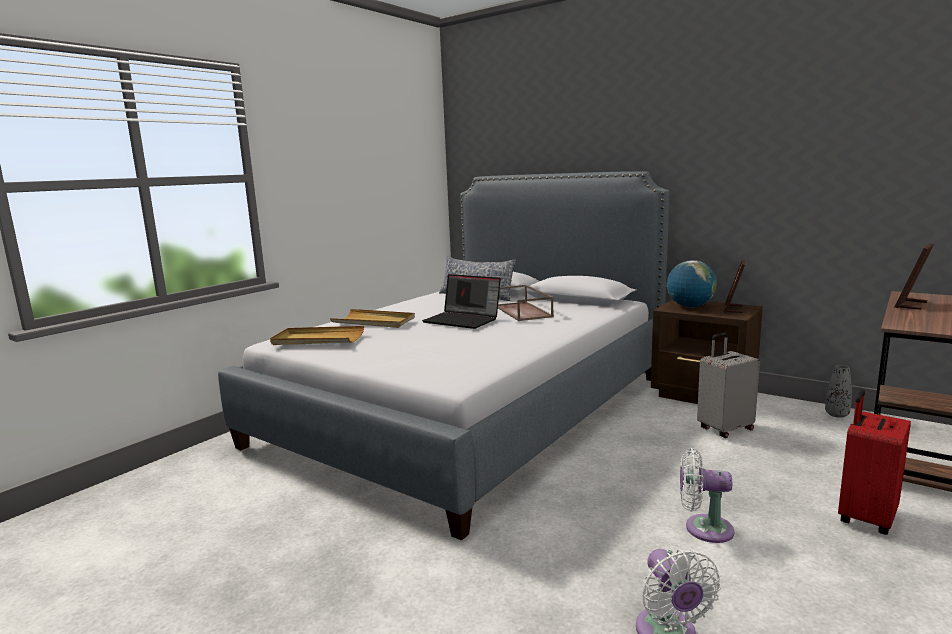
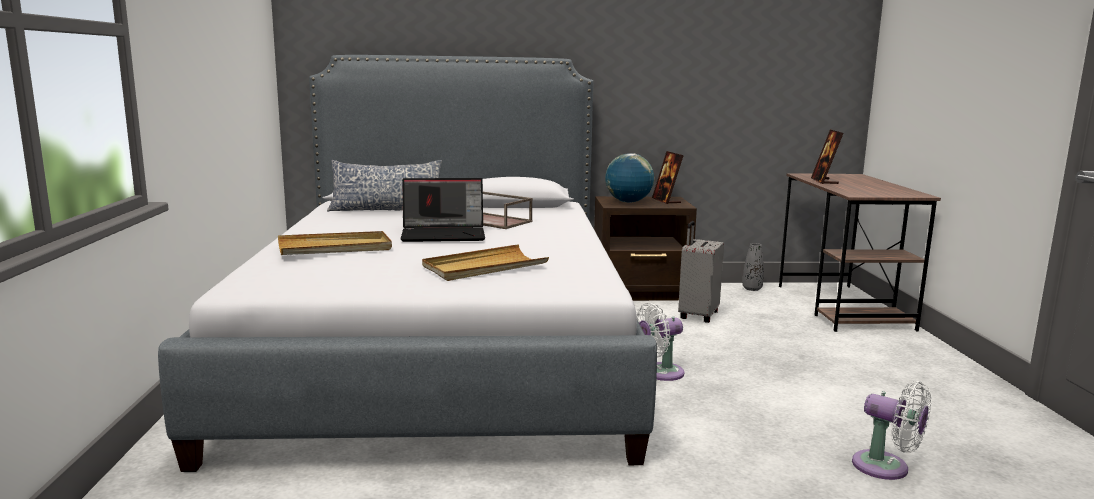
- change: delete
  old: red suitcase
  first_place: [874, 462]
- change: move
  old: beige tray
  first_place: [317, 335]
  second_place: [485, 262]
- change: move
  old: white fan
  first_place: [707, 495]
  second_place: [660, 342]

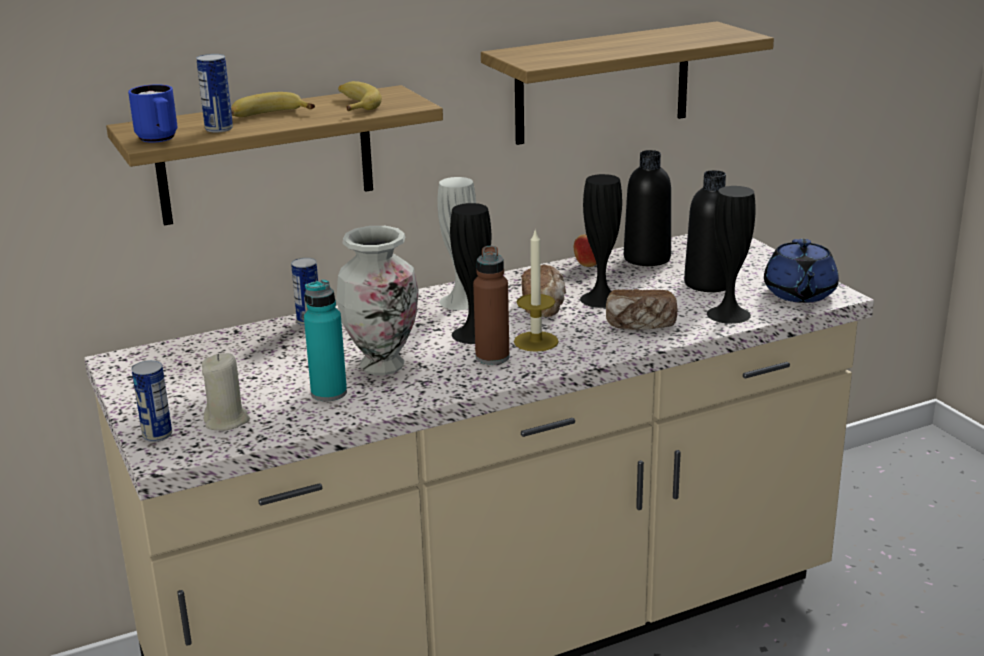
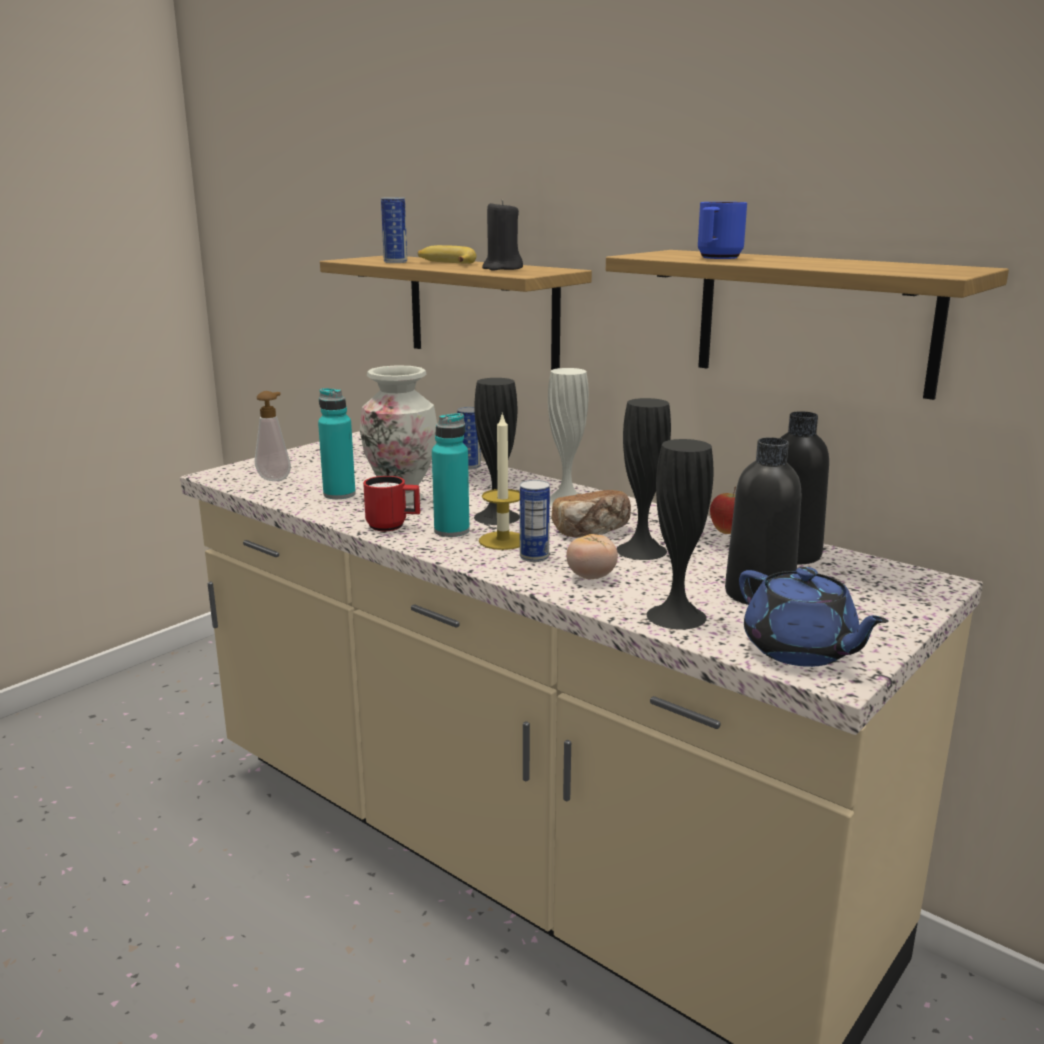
- change: insert
  new: red mug
  second_place: [391, 503]
- change: move
  old: blue mug
  first_place: [152, 113]
  second_place: [722, 230]
- change: move
  old: can
  first_place: [152, 401]
  second_place: [535, 521]
- change: replace
  old: beige candle
  new: soap dispenser
  first_place: [226, 391]
  second_place: [273, 436]
- change: replace
  old: banana
  new: black candle
  first_place: [360, 96]
  second_place: [502, 235]
- change: replace
  old: bread
  new: tomato
  first_place: [642, 309]
  second_place: [592, 556]
- change: recolor
  old: brown bottle
  new: turquoise bottle
  first_place: [491, 305]
  second_place: [451, 475]
- change: rotate
  old: blue teapot
  first_place: [801, 271]
  second_place: [814, 617]
  degrees: -105

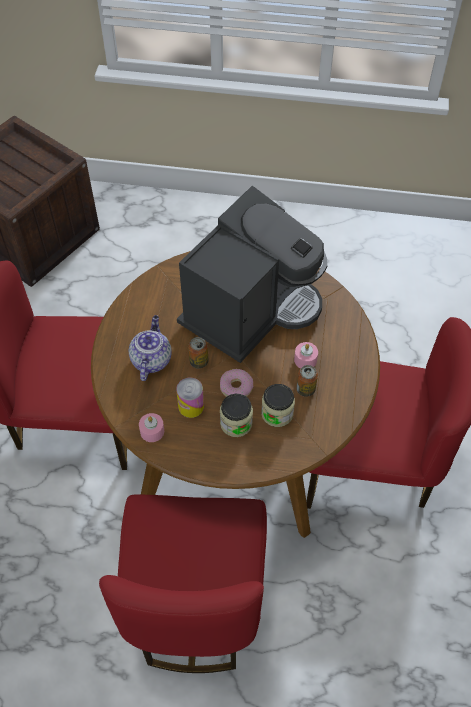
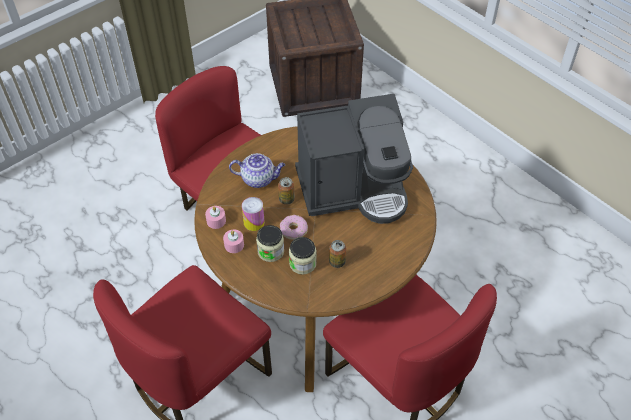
- change: move
  old: pink candle
  first_place: [306, 355]
  second_place: [233, 241]
- change: rotate
  old: teapot
  first_place: [150, 348]
  second_place: [257, 170]
  degrees: 45

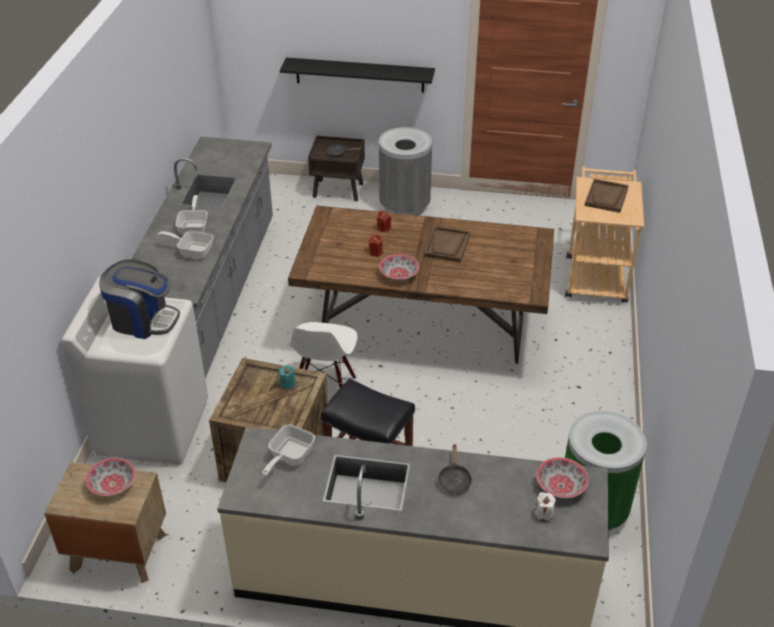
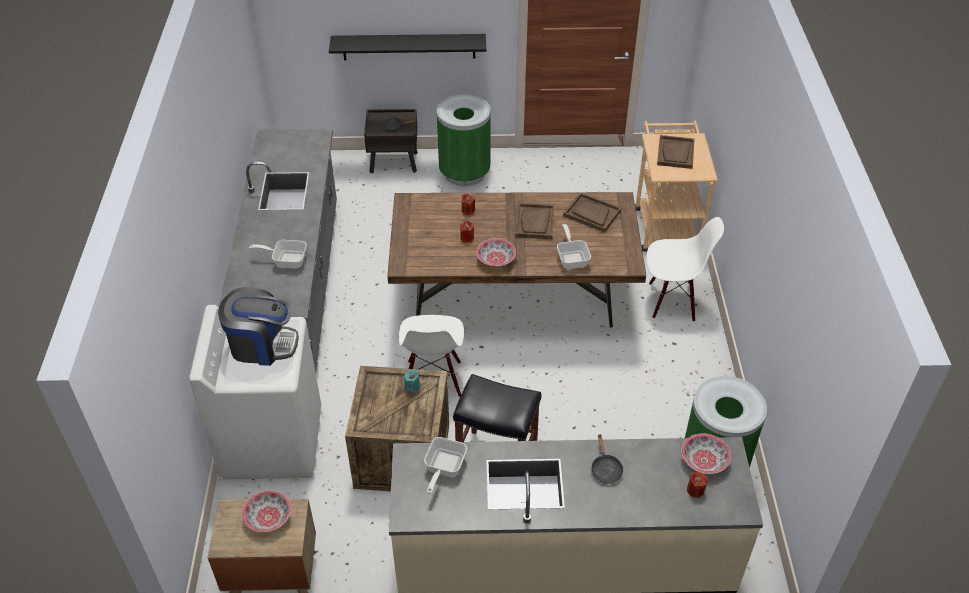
- change: insert
  new: brown tray
  second_place: [592, 212]
- change: insert
  new: white chair
  second_place: [685, 269]
- change: move
  old: frying pan
  first_place: [191, 215]
  second_place: [574, 246]
- change: recolor
  old: grey trash can
  new: green trash can
  first_place: [405, 171]
  second_place: [464, 140]
- change: recolor
  old: white candle
  new: red candle
  first_place: [545, 506]
  second_place: [697, 485]

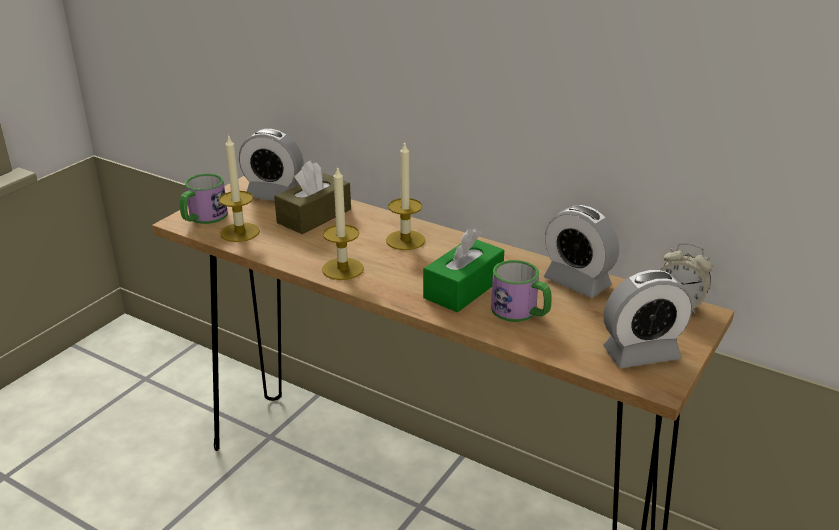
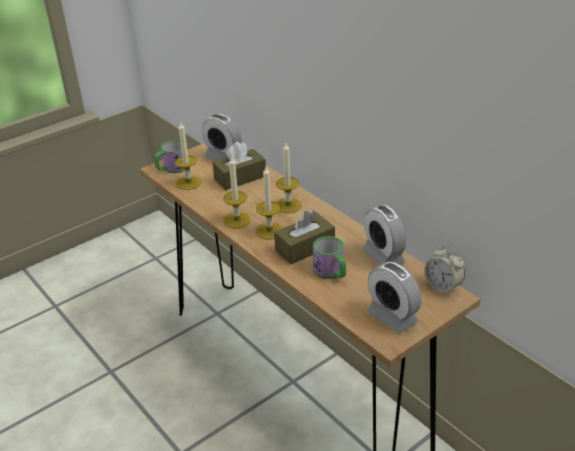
- change: insert
  new: candle
  second_place: [269, 203]
- change: recolor
  old: green tissue box
  new: brown tissue box
  first_place: [463, 270]
  second_place: [304, 237]
- change: rotate
  old: alarm clock
  first_place: [648, 319]
  second_place: [394, 298]
  degrees: 45

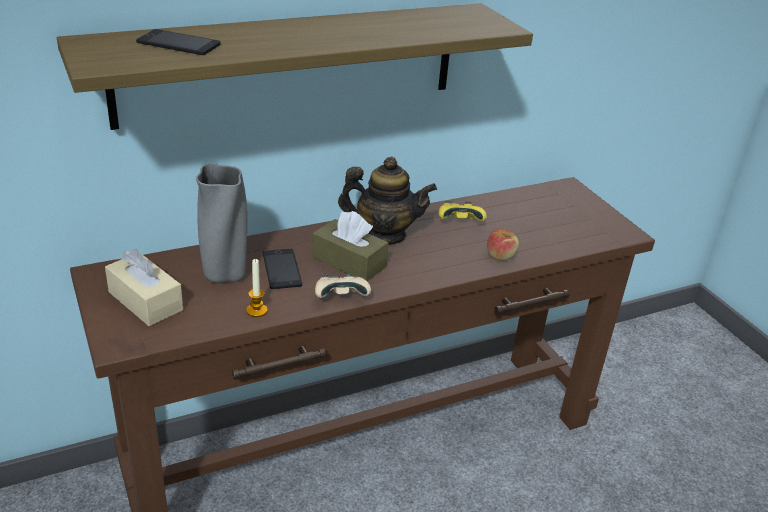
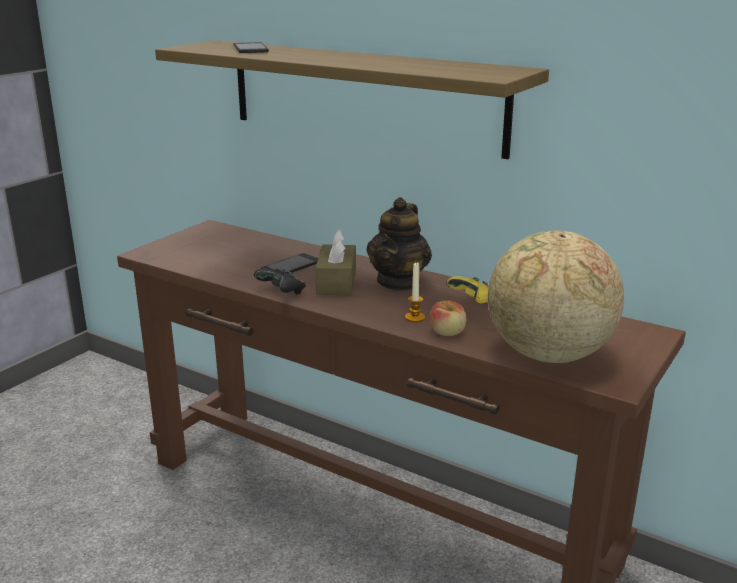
- change: delete
  old: beige tissue box
  first_place: [144, 287]
- change: delete
  old: grey vase
  first_place: [221, 223]
- change: insert
  new: globe
  second_place: [556, 297]
- change: move
  old: candle
  first_place: [257, 288]
  second_place: [415, 292]
- change: recolor
  old: beige game controller
  new: black game controller
  first_place: [343, 285]
  second_place: [280, 281]
- change: rotate
  old: teapot
  first_place: [387, 200]
  second_place: [399, 244]
  degrees: 45

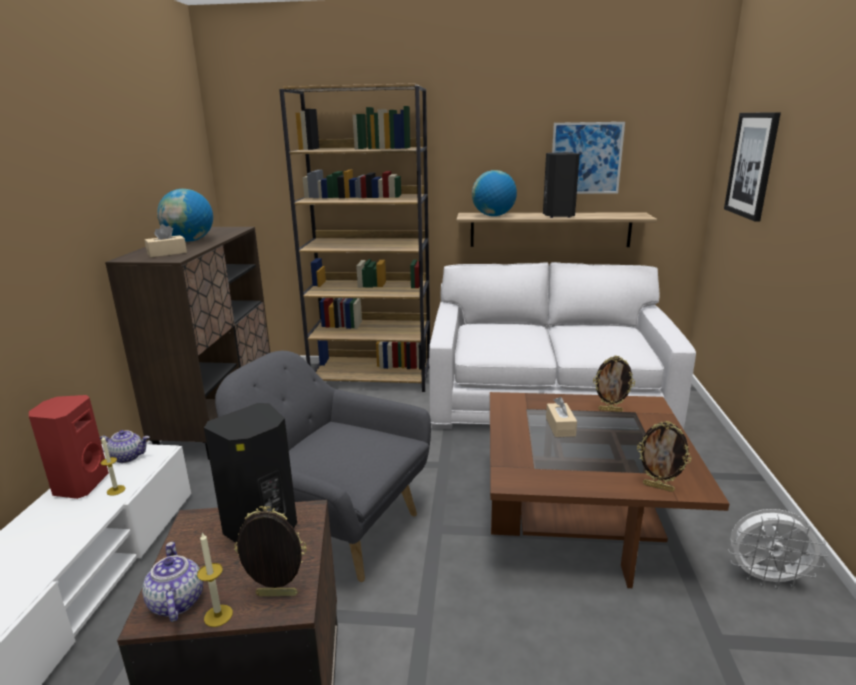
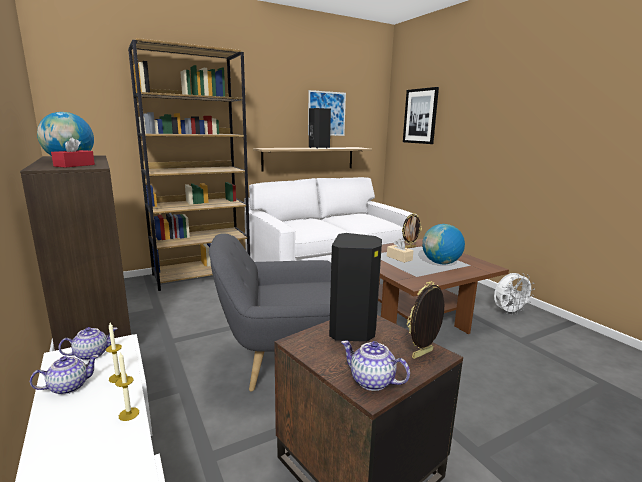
- change: delete
  old: picture frame
  first_place: [664, 456]
- change: move
  old: candle
  first_place: [215, 579]
  second_place: [127, 386]
- change: move
  old: globe
  first_place: [494, 193]
  second_place: [443, 244]
- change: replace
  old: red speaker
  new: teapot
  first_place: [69, 447]
  second_place: [64, 375]
- change: recolor
  old: beige tissue box
  new: red tissue box
  first_place: [166, 240]
  second_place: [73, 152]

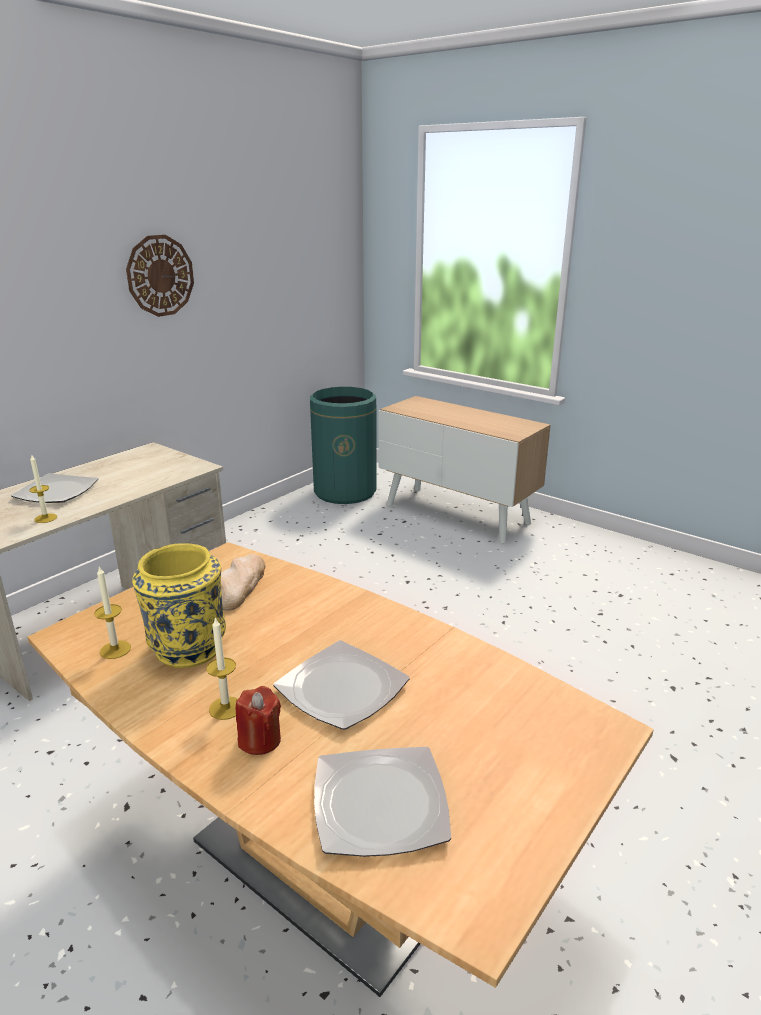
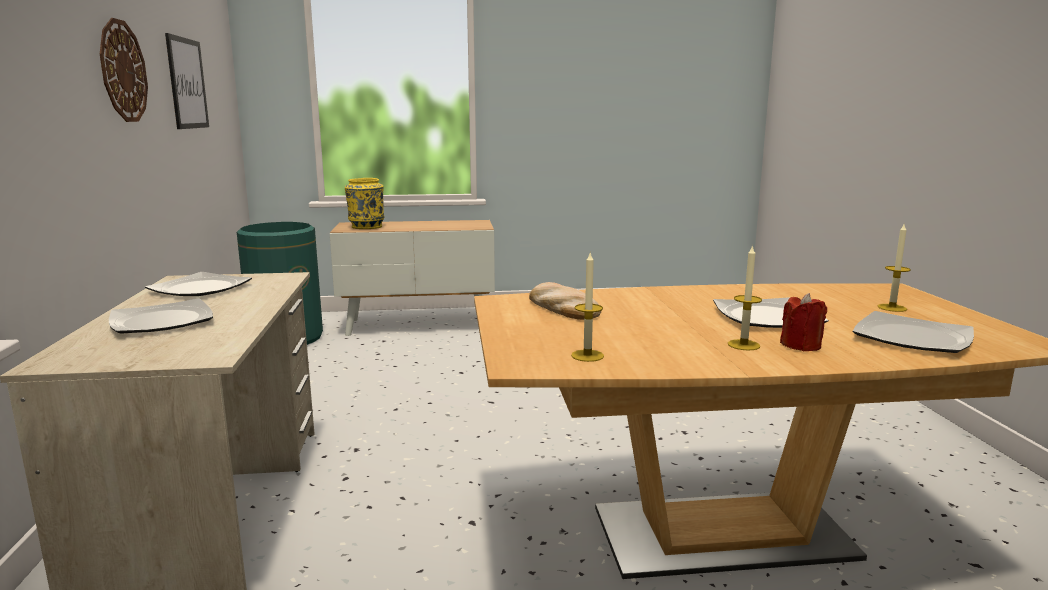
- change: insert
  new: plate
  second_place: [198, 284]
- change: insert
  new: picture
  second_place: [187, 81]
- change: move
  old: candle
  first_place: [43, 489]
  second_place: [894, 268]
- change: move
  old: yellow vase
  first_place: [179, 606]
  second_place: [364, 203]

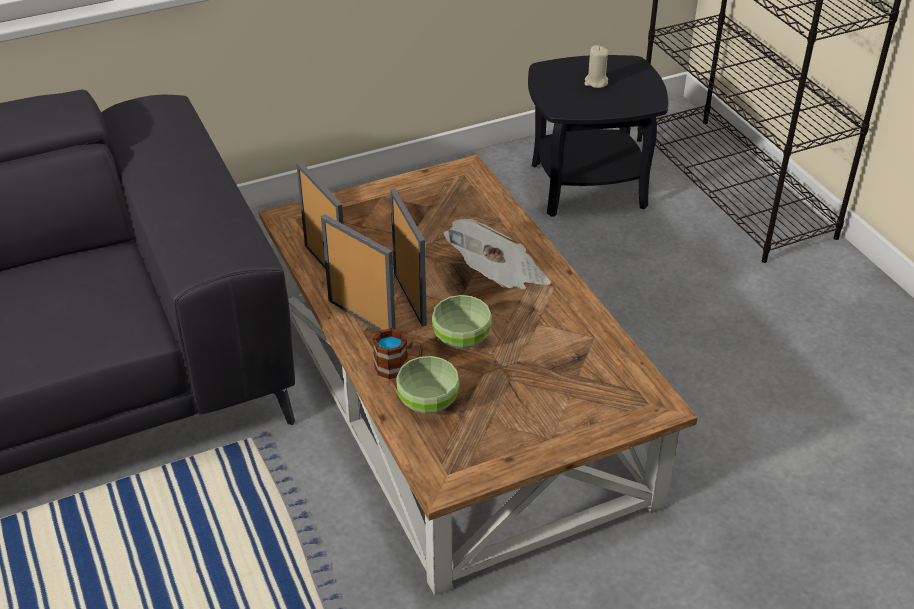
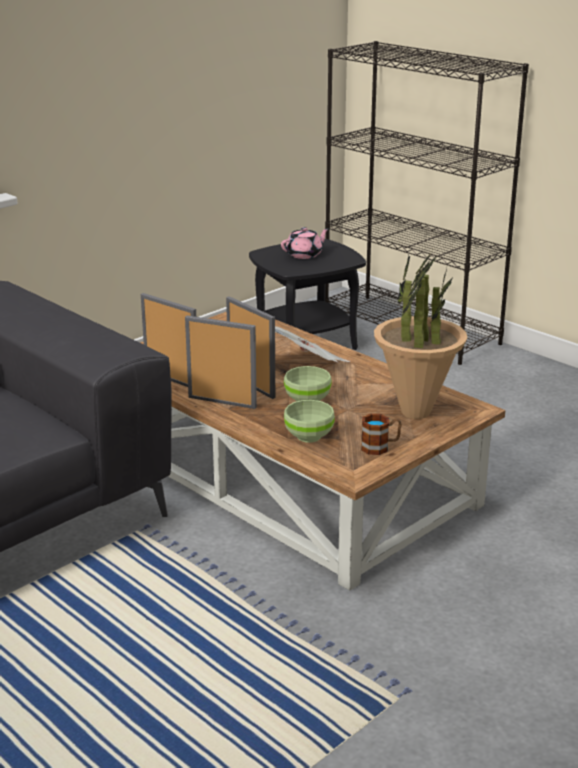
- change: insert
  new: potted plant
  second_place: [420, 334]
- change: move
  old: mug
  first_place: [398, 353]
  second_place: [381, 434]
- change: replace
  old: beige candle
  new: pink teapot
  first_place: [596, 66]
  second_place: [305, 243]

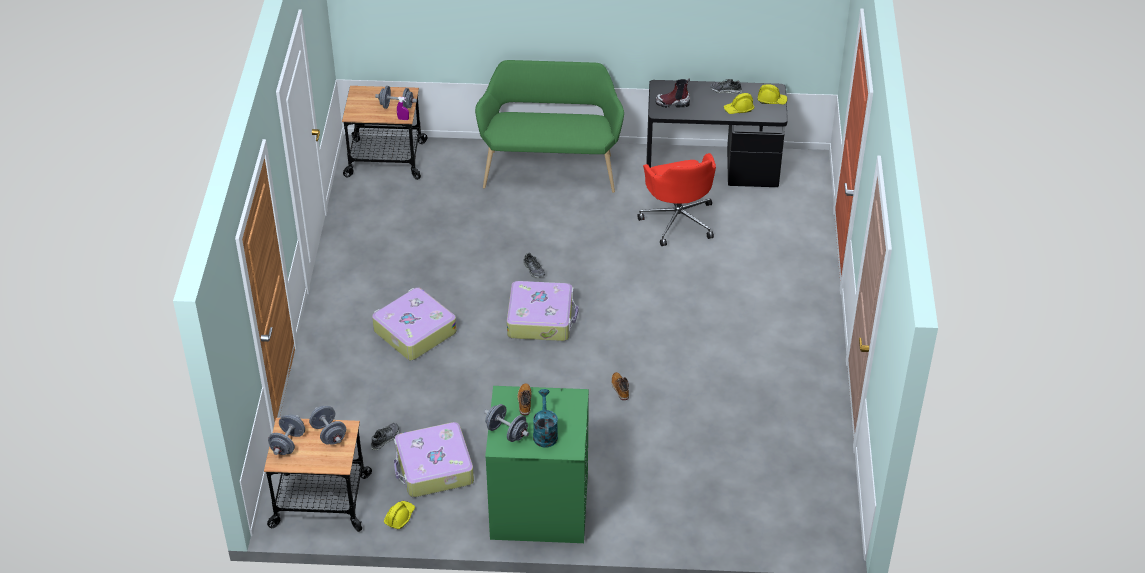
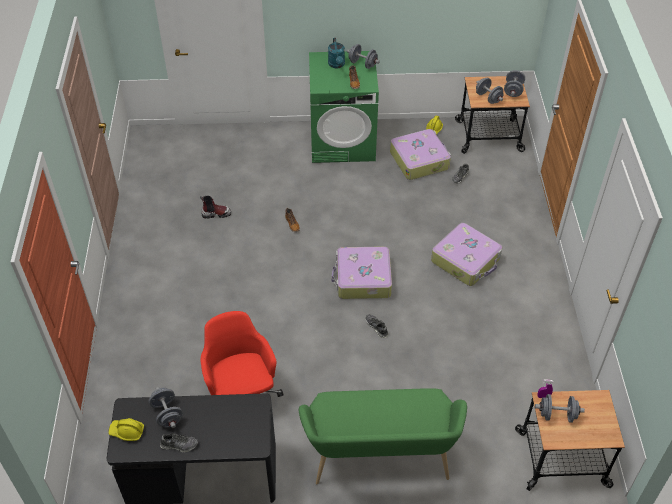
- change: move
  old: boot
  first_place: [672, 93]
  second_place: [215, 207]
- change: replace
  old: yellow hard hat
  new: grey dumbbell
  first_place: [739, 103]
  second_place: [166, 407]

